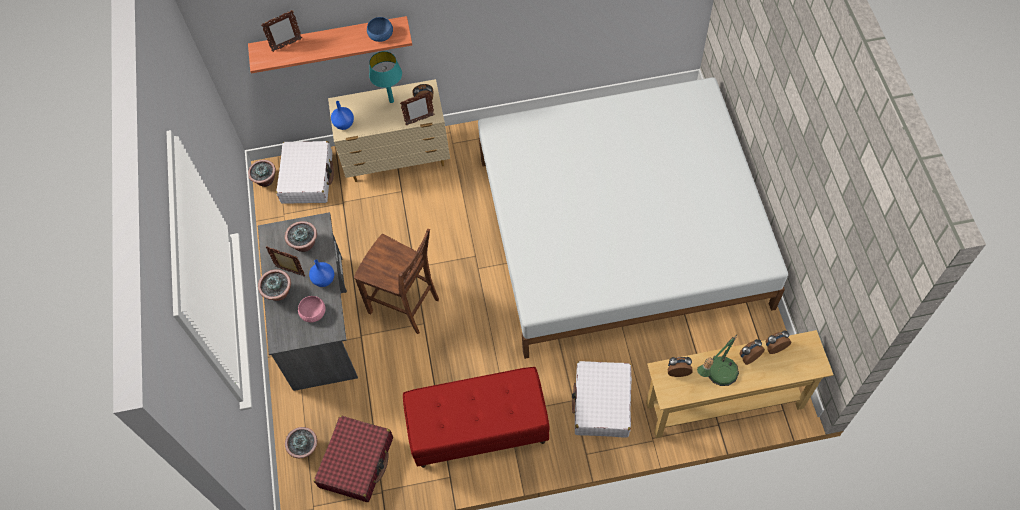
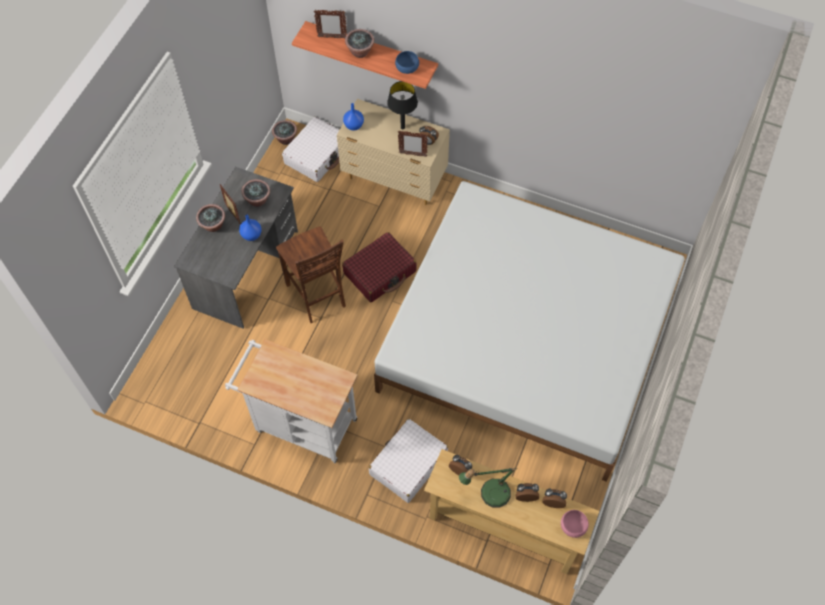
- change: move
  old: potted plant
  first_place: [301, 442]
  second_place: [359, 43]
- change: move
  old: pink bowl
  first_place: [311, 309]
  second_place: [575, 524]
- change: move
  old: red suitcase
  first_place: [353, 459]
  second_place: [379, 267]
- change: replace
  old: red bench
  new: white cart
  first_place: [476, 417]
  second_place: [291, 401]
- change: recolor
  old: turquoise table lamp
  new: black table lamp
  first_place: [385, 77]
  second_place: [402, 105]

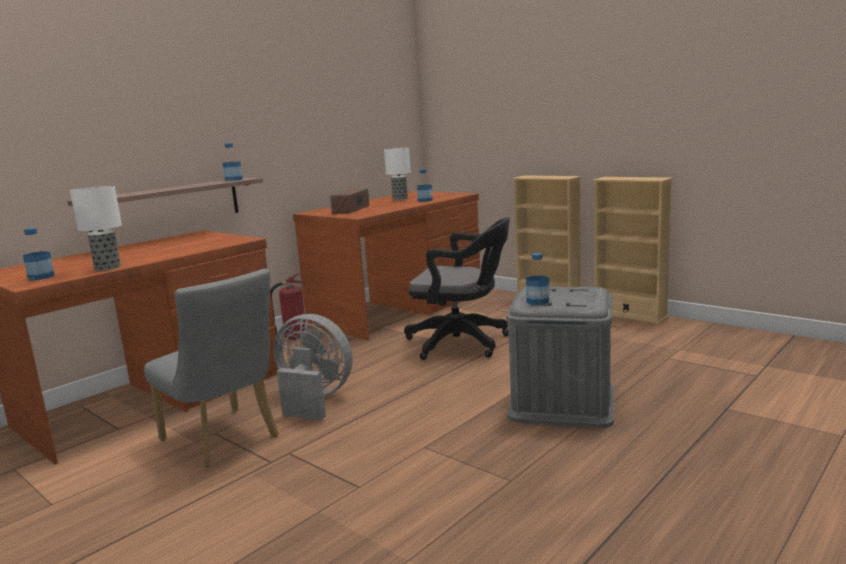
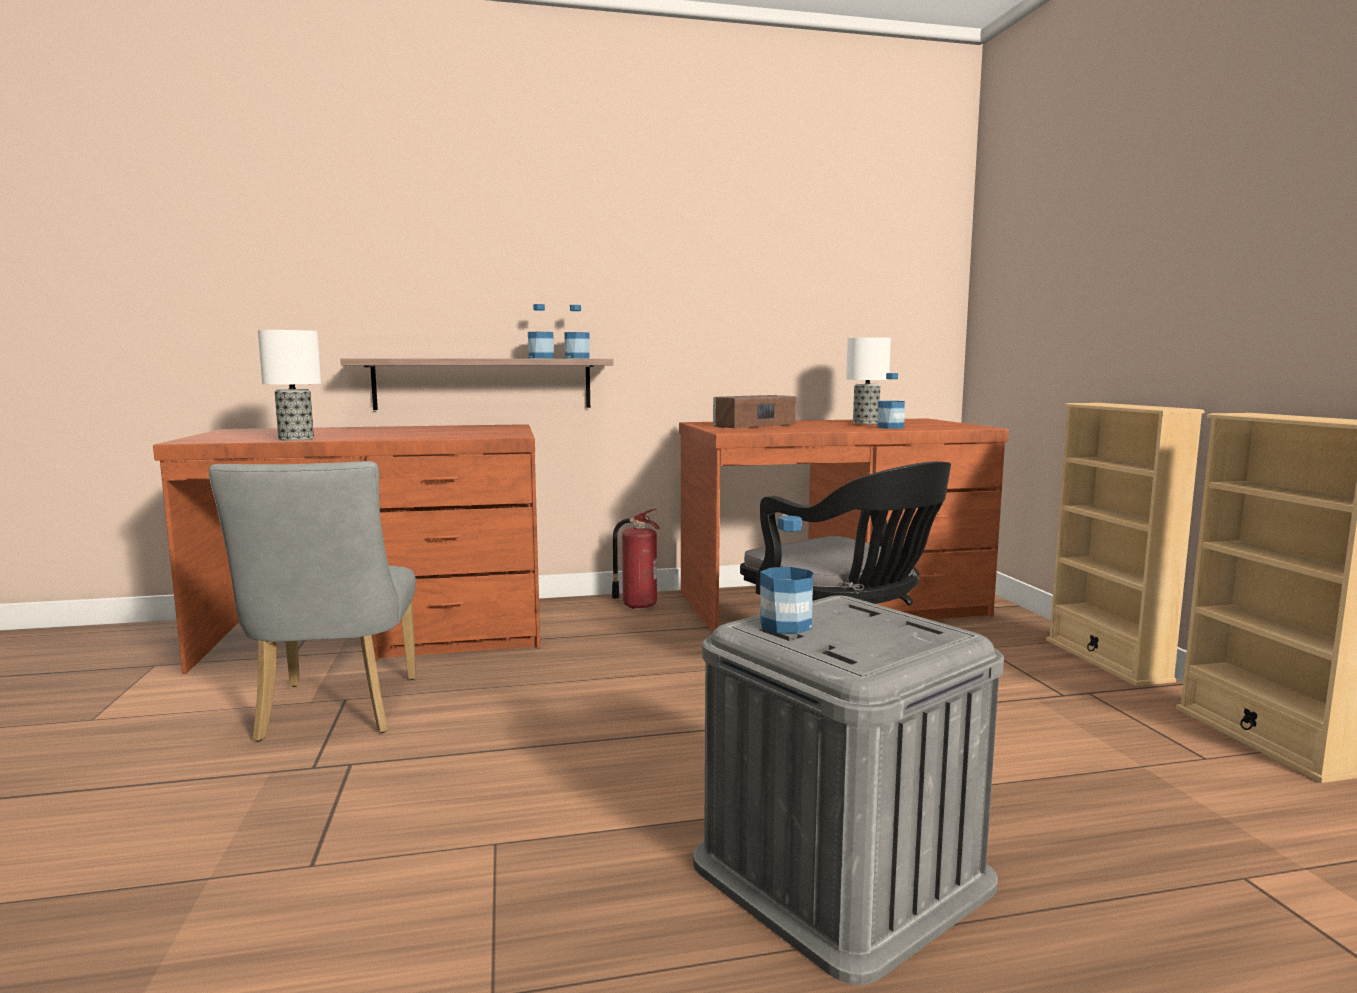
- change: delete
  old: grey fan
  first_place: [313, 367]
- change: move
  old: bottle
  first_place: [39, 254]
  second_place: [541, 331]

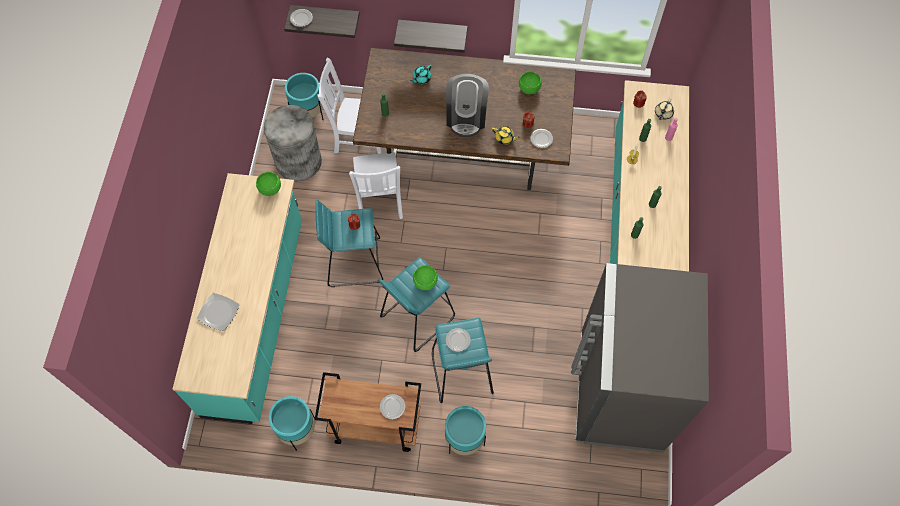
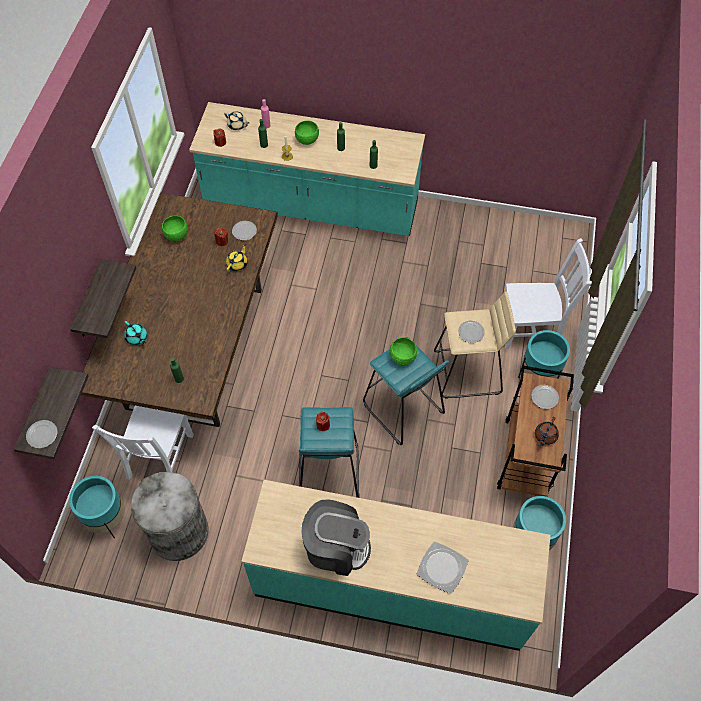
- change: delete
  old: grey fridge
  first_place: [640, 358]
- change: insert
  new: brown teapot
  second_place: [547, 431]
- change: move
  old: green bowl
  first_place: [268, 184]
  second_place: [307, 132]
- change: move
  old: white chair
  first_place: [376, 186]
  second_place: [548, 293]
- change: move
  old: coffee machine
  first_place: [467, 105]
  second_place: [336, 537]
- change: recolor
  old: turquoise stool
  new: beige stool
  first_place: [463, 360]
  second_place: [475, 345]

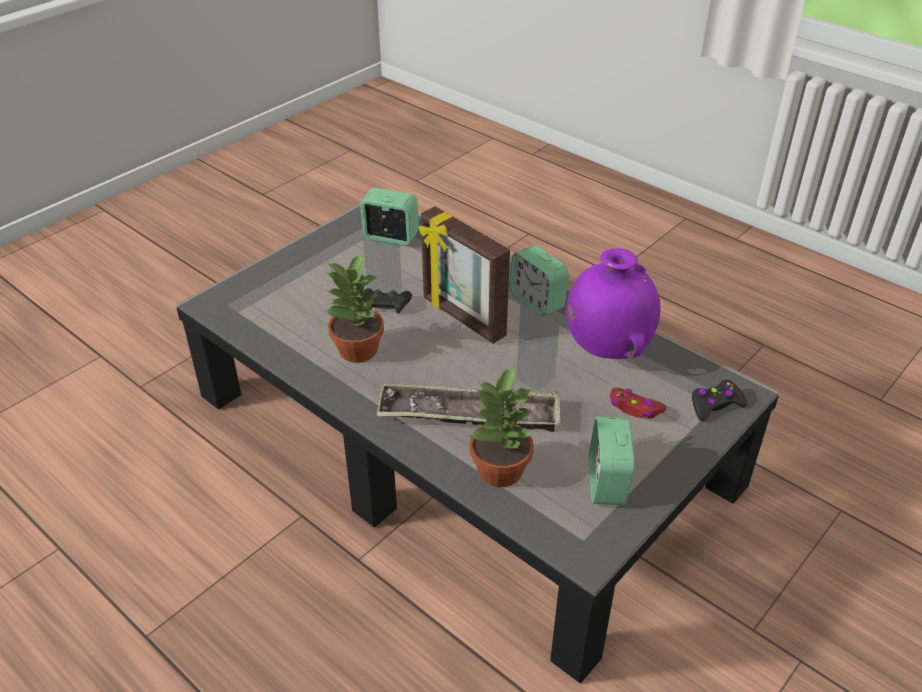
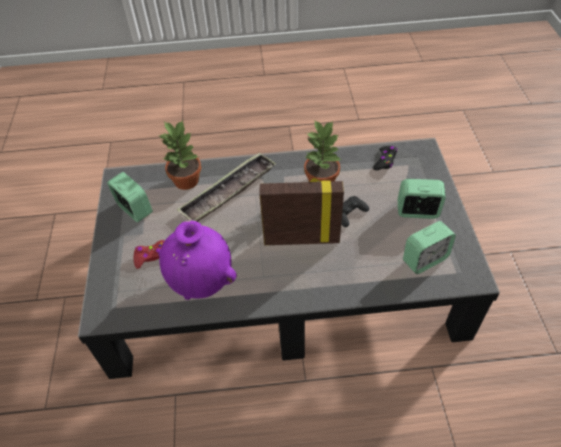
- change: move
  old: alarm clock
  first_place: [539, 281]
  second_place: [422, 199]
- change: move
  old: black game controller
  first_place: [720, 400]
  second_place: [385, 158]

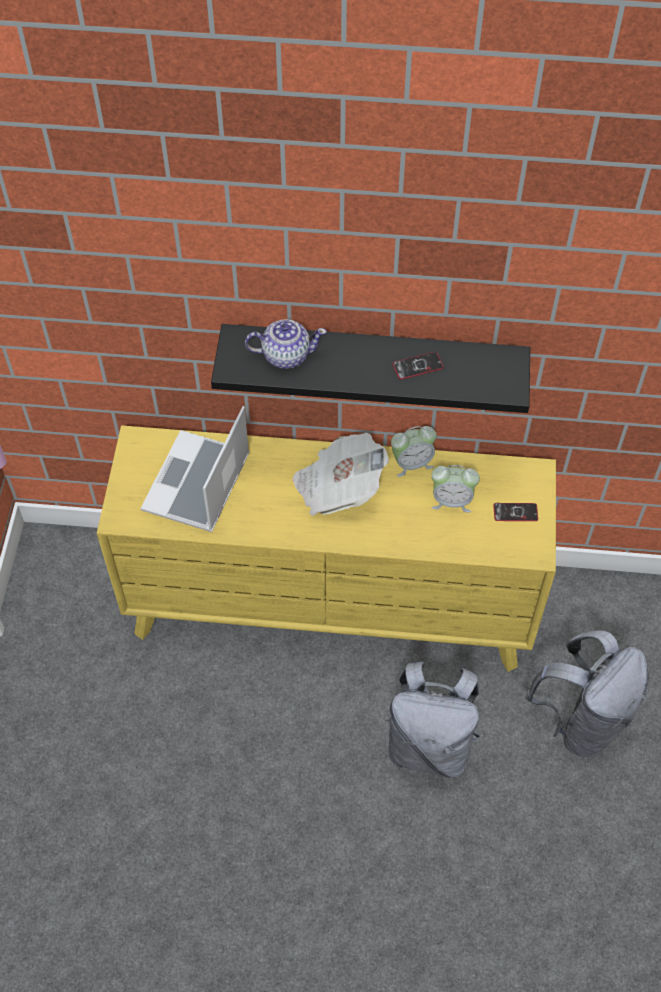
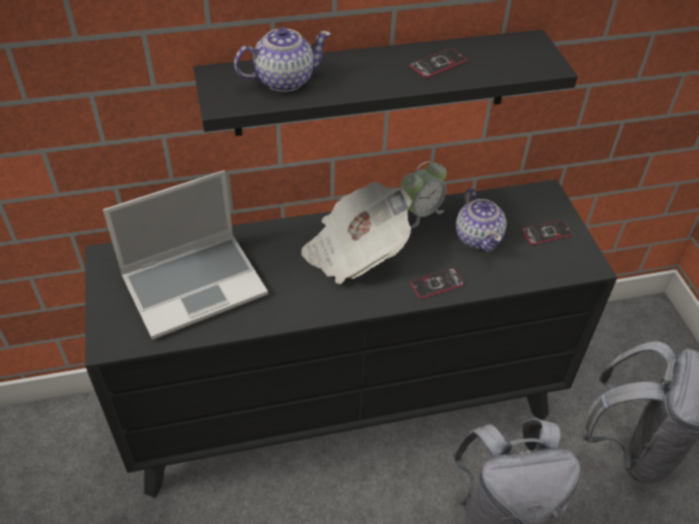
- change: insert
  new: phone
  second_place: [437, 283]
- change: replace
  old: alarm clock
  new: teapot
  first_place: [455, 488]
  second_place: [481, 220]
- change: recolor
  old: yellow dresser
  new: black dresser
  first_place: [326, 548]
  second_place: [351, 339]
- change: rotate
  old: laptop
  first_place: [195, 469]
  second_place: [185, 255]
  degrees: -120

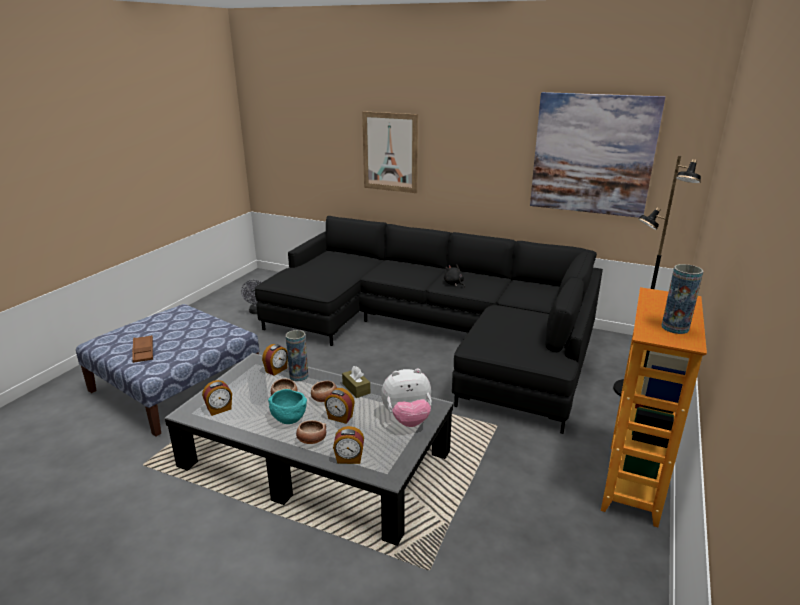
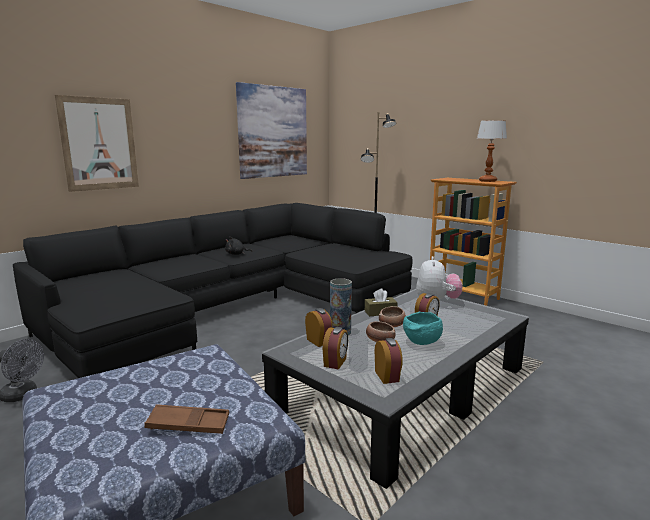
- change: delete
  old: bowl
  first_place: [311, 432]
- change: move
  old: alarm clock
  first_place: [348, 445]
  second_place: [335, 348]
- change: replace
  old: vase
  new: table lamp
  first_place: [682, 299]
  second_place: [492, 151]

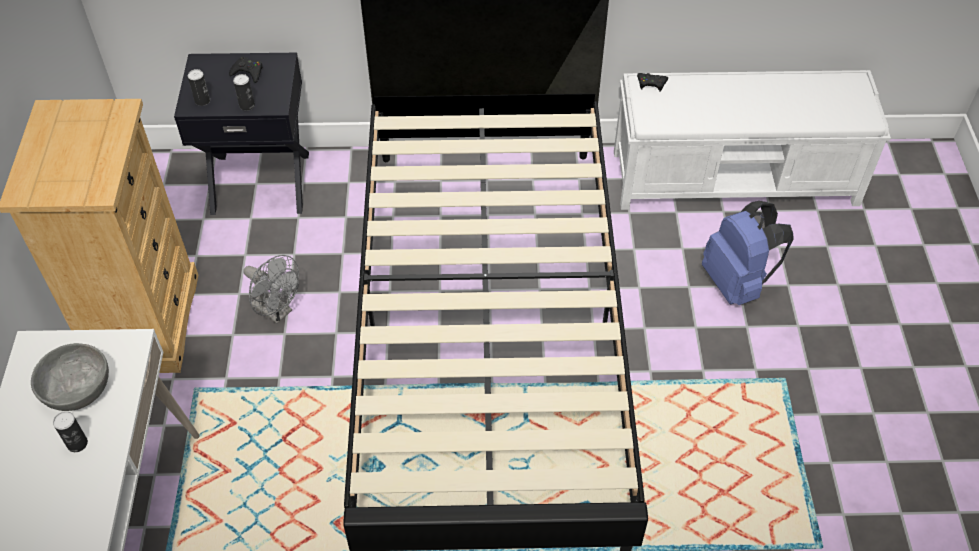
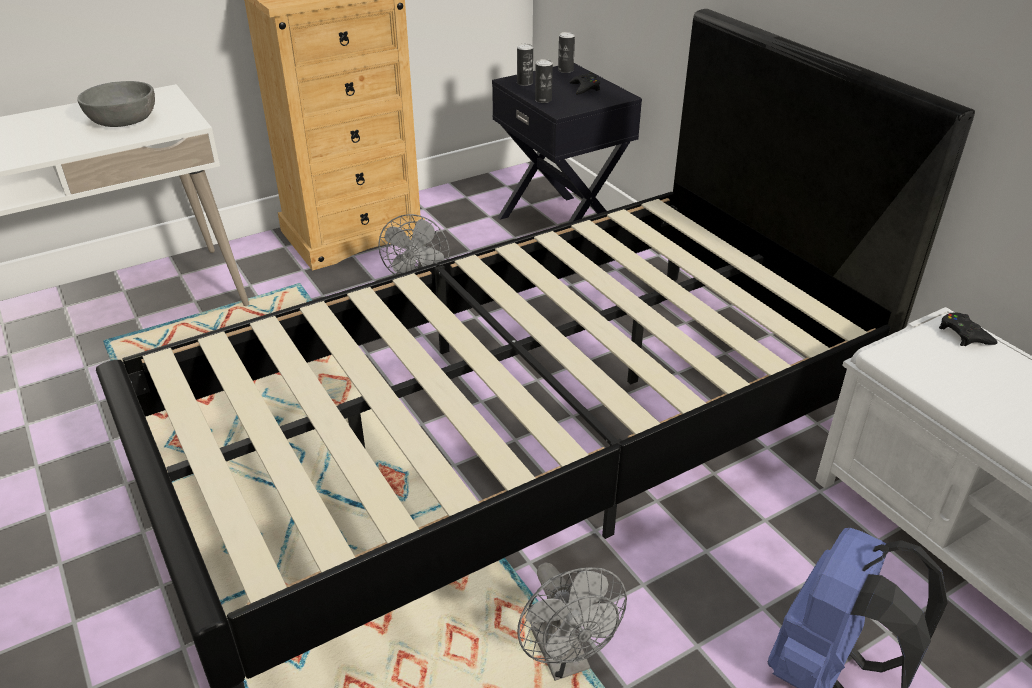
- change: insert
  new: grey fan
  second_place: [572, 621]
- change: move
  old: can
  first_place: [70, 431]
  second_place: [566, 52]

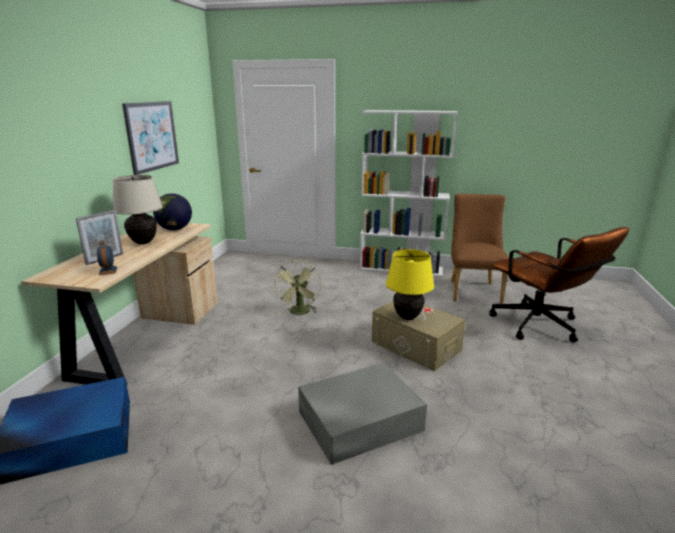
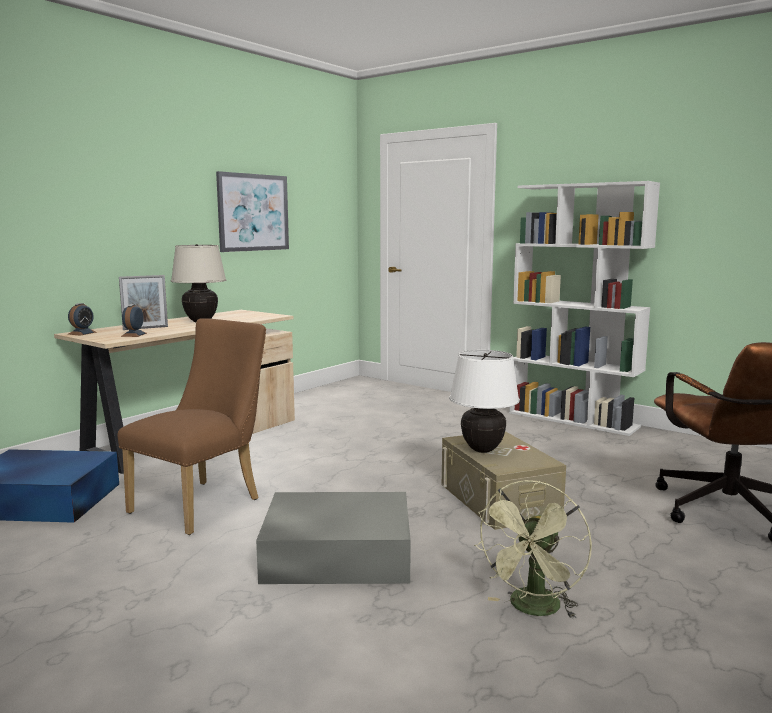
- change: delete
  old: globe
  first_place: [172, 211]
- change: insert
  new: alarm clock
  second_place: [82, 319]
- change: move
  old: green fan
  first_place: [297, 287]
  second_place: [533, 549]
- change: move
  old: brown chair
  first_place: [480, 249]
  second_place: [192, 426]
- change: recolor
  old: yellow table lamp
  new: white table lamp
  first_place: [410, 284]
  second_place: [484, 401]

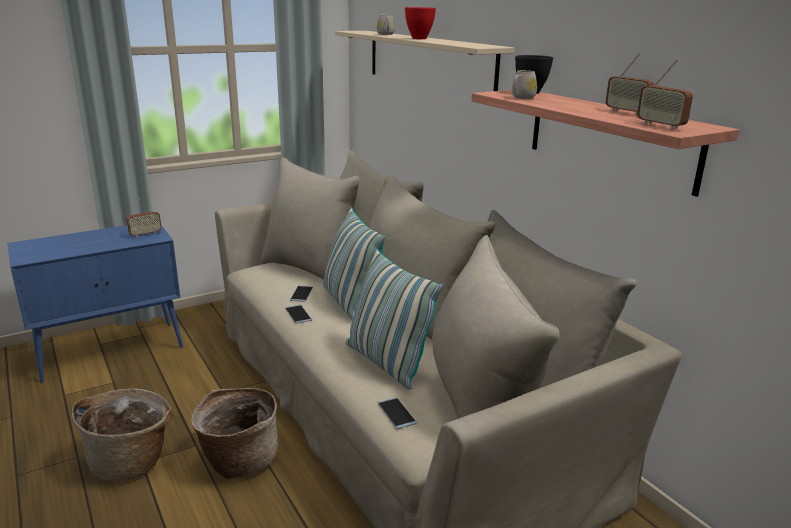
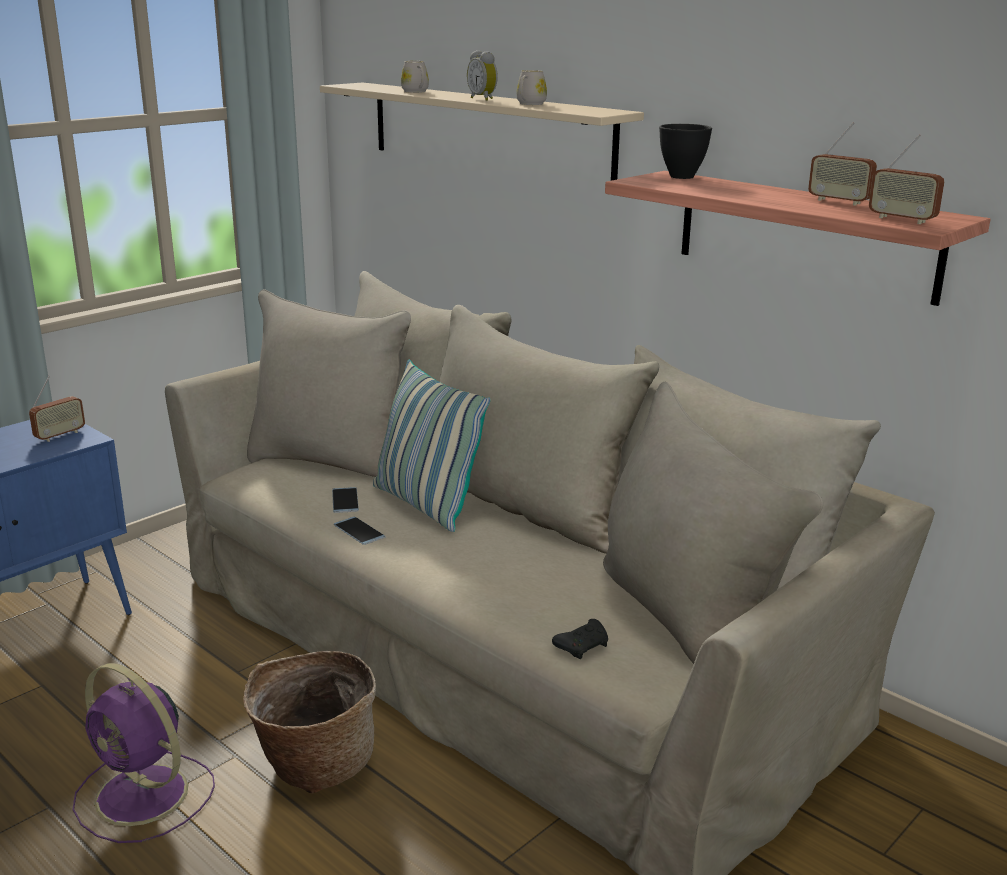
- change: delete
  old: pillow
  first_place: [394, 319]
- change: move
  old: white mug
  first_place: [524, 84]
  second_place: [532, 87]
- change: replace
  old: basket
  new: purple fan
  first_place: [122, 435]
  second_place: [144, 753]
- change: replace
  old: phone
  new: black game controller
  first_place: [397, 413]
  second_place: [580, 639]
- change: replace
  old: red bowl
  new: alarm clock
  first_place: [420, 23]
  second_place: [482, 75]

